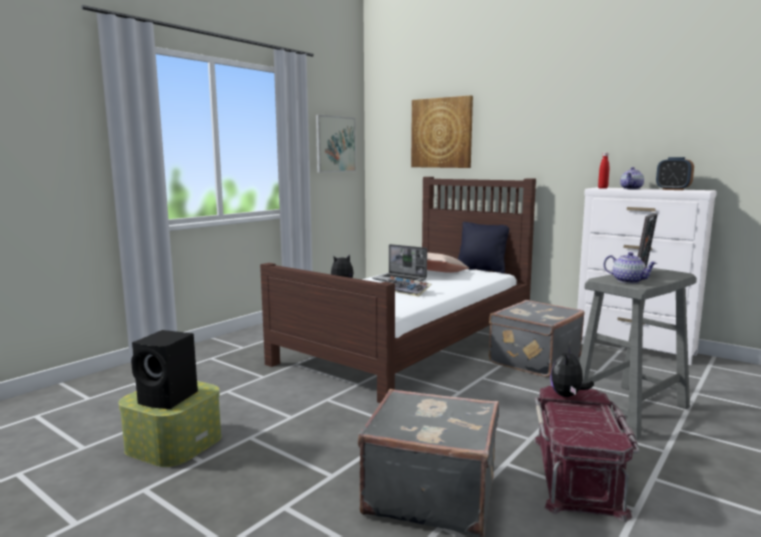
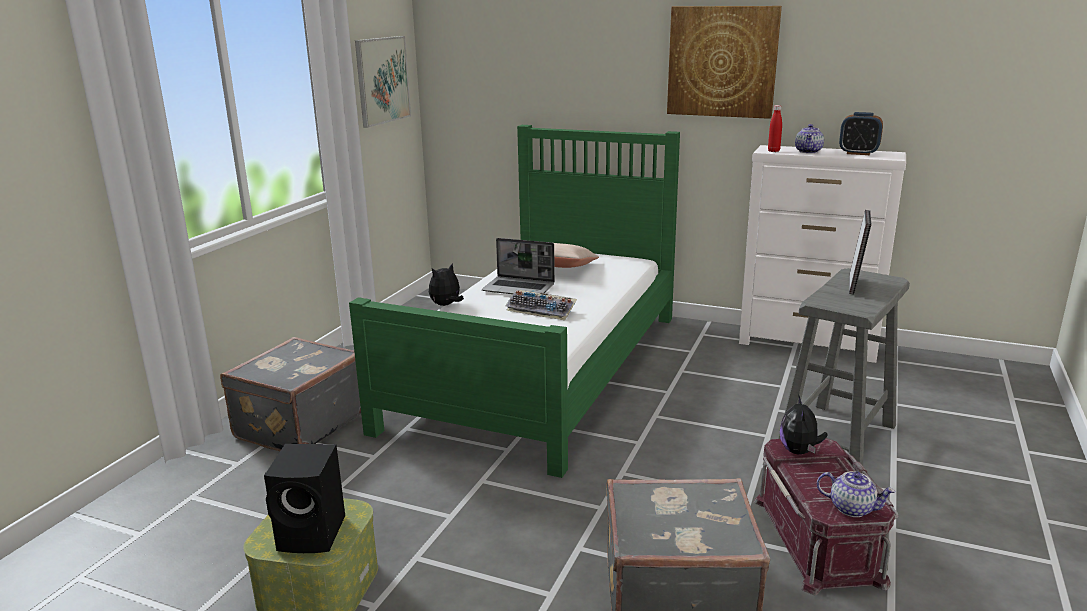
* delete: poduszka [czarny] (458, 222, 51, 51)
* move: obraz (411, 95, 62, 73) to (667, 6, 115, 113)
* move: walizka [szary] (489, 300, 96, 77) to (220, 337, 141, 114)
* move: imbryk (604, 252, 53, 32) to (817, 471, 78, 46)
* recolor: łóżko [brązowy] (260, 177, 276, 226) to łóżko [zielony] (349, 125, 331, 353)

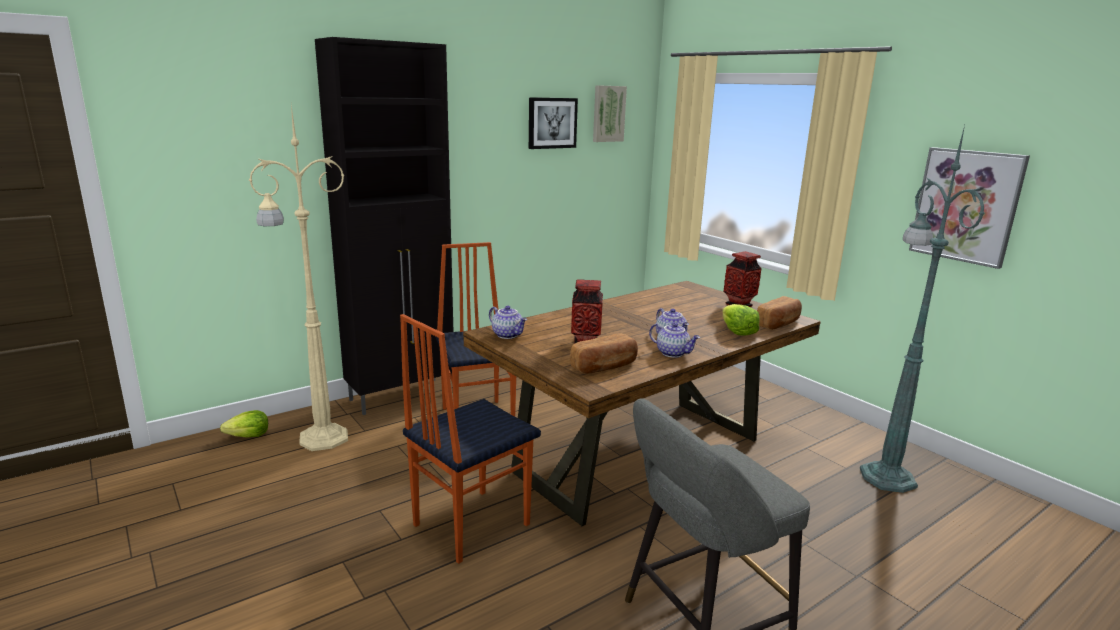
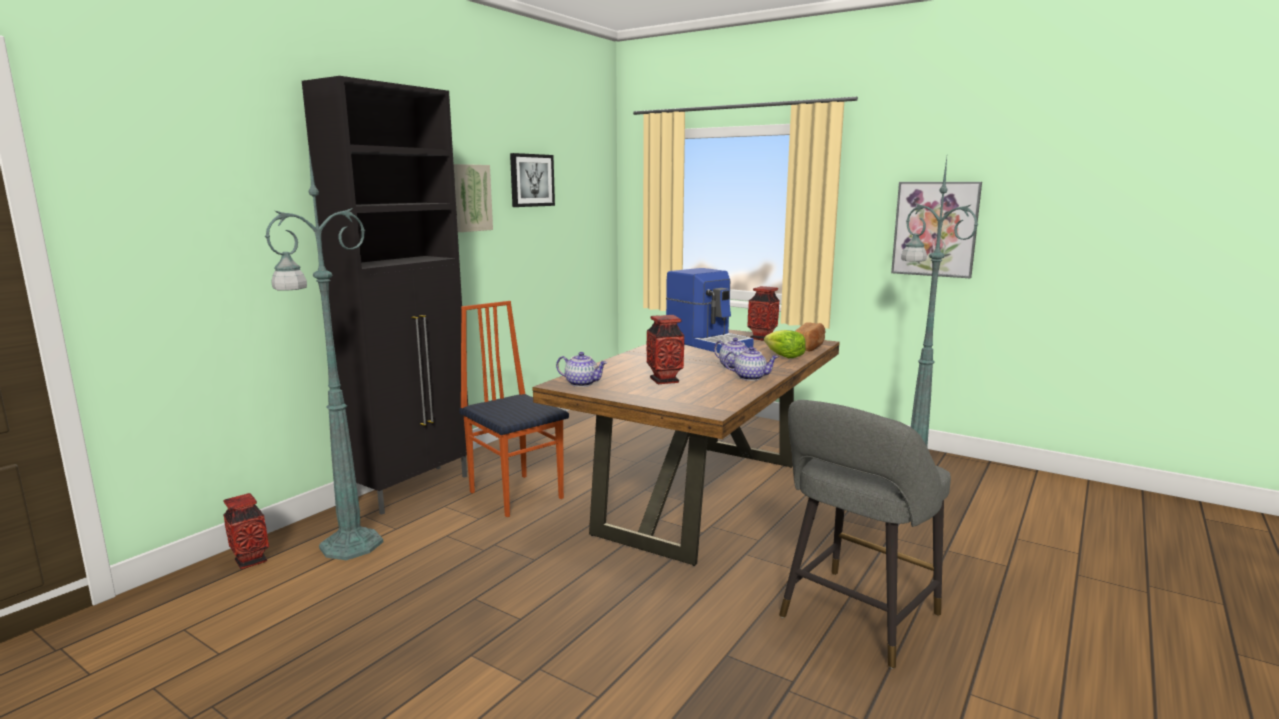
* delete: krzesło (400, 314, 141, 250)
* delete: chleb (570, 333, 68, 41)
* insert: ekspres do kawy (666, 268, 88, 85)
* move: obraz (593, 85, 34, 57) to (454, 164, 39, 68)
* replace: sałata (220, 410, 48, 28) to wazon (223, 493, 46, 76)
* recolor: lampa stojąca [beżowy] (249, 105, 99, 346) to lampa stojąca [zielony] (265, 150, 118, 410)

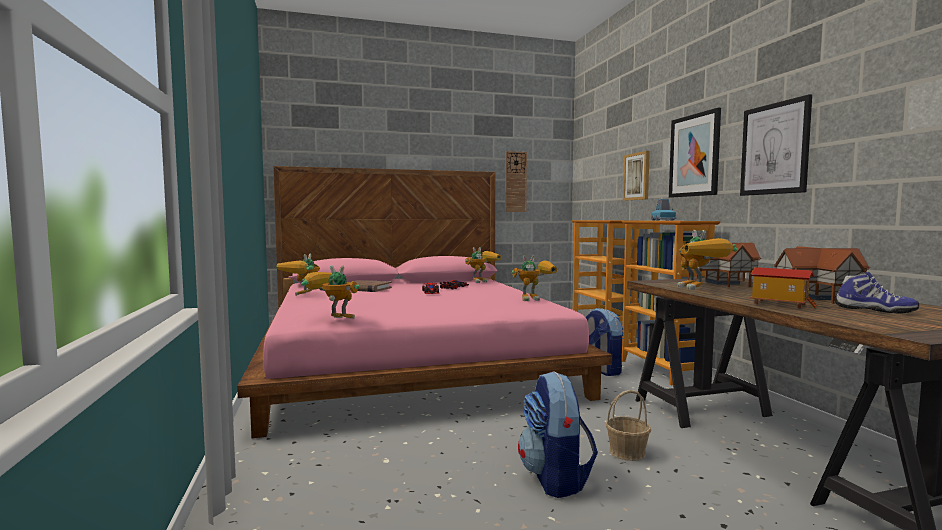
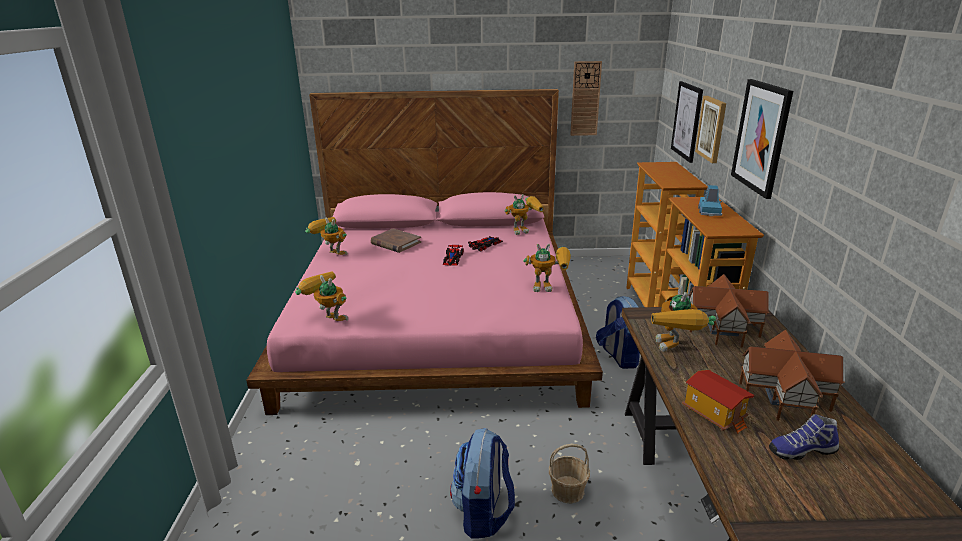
* move: obraz (740, 94, 72, 102) to (671, 81, 32, 82)
* rotate: robot zabawkowy (276, 253, 44, 43) = (305, 217, 42, 38) 90 degrees clockwise
* rotate: but (835, 272, 84, 42) = (769, 414, 70, 46) 120 degrees clockwise

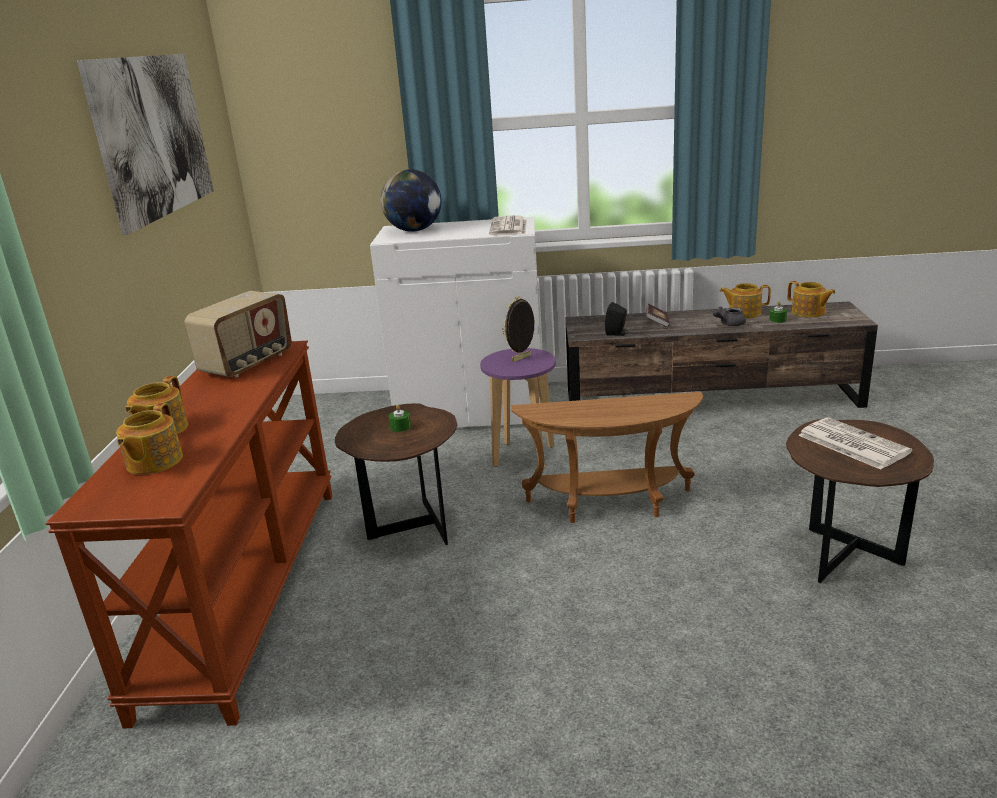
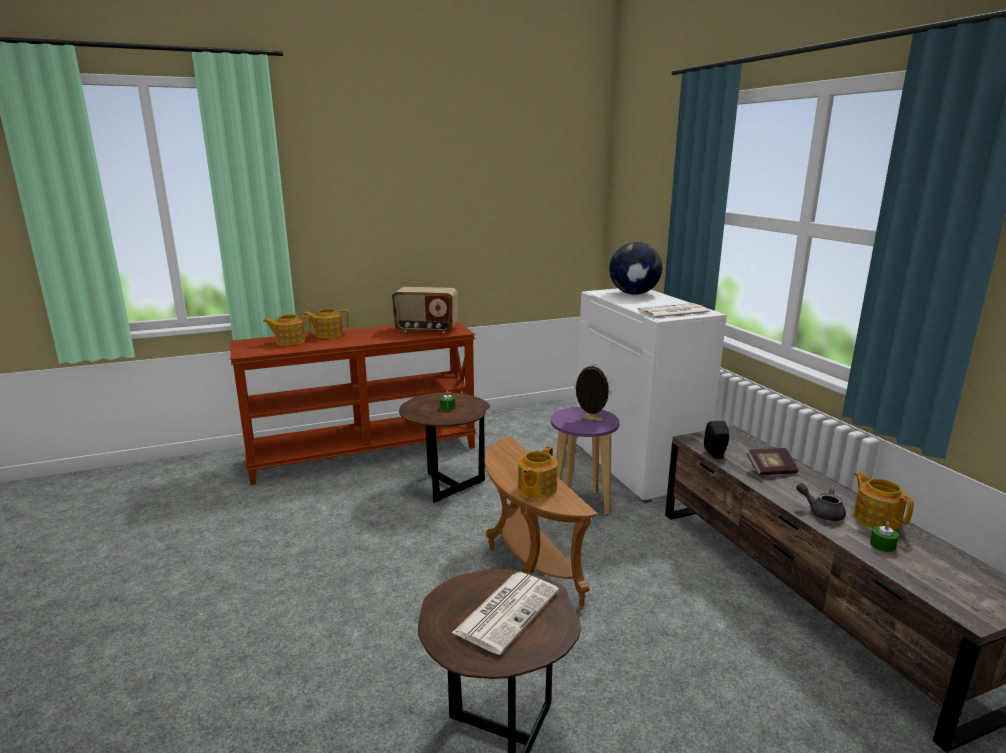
* delete: obraz (77, 54, 137, 181)
* move: imbryk (787, 281, 49, 37) to (518, 446, 40, 52)

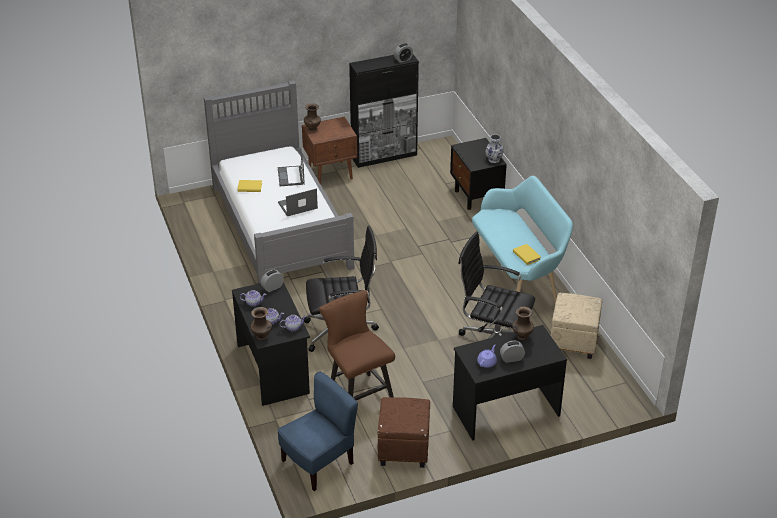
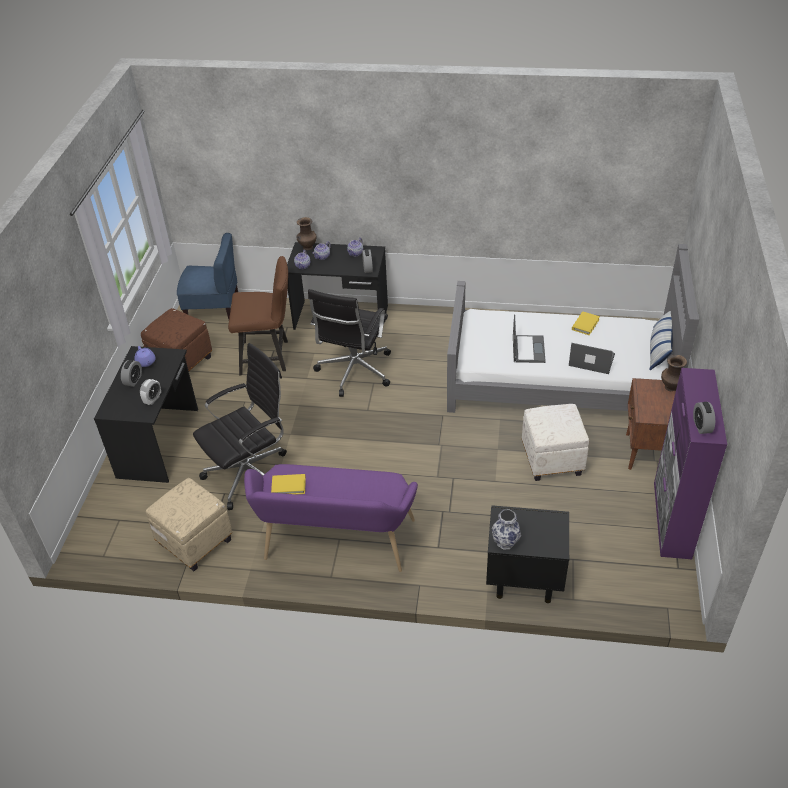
* insert: pufa [biały] (521, 404, 68, 77)
* insert: poduszka (649, 311, 24, 60)
* replace: wazon [brązowy] (512, 307, 22, 33) to budzik (140, 379, 21, 26)
* recolor: szafka [czarny] (349, 54, 70, 114) to szafka [fioletowy] (654, 368, 73, 191)
* recolor: ławka [turkusowy] (472, 176, 101, 127) to ławka [fioletowy] (244, 464, 174, 108)
* rotate: krzesło [niebieski] (278, 372, 80, 119) = (177, 233, 61, 86) 75 degrees counterclockwise

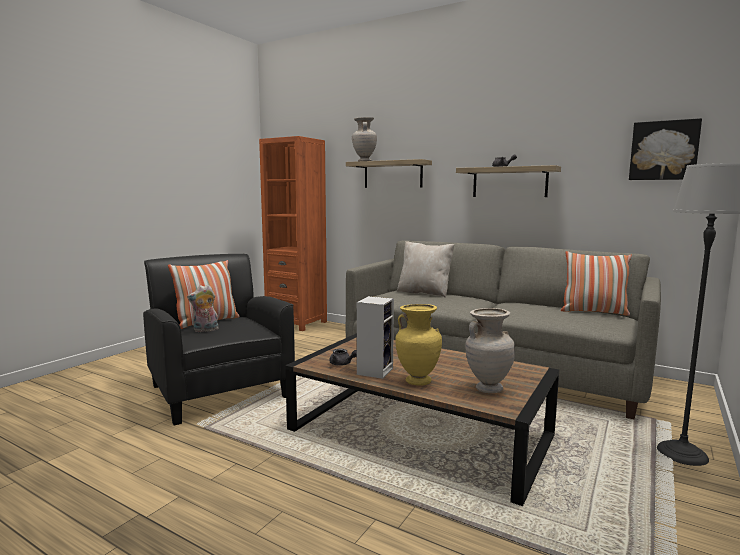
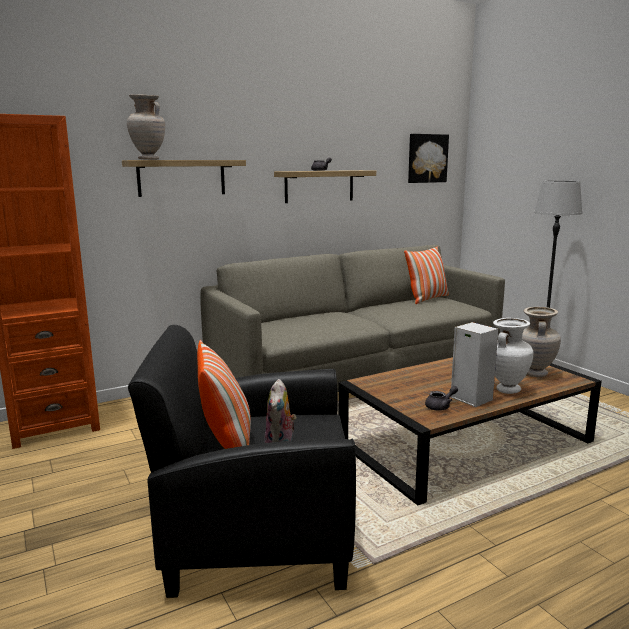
* delete: poduszka [beżowy] (397, 241, 58, 57)
* recolor: wazon [żółty] (396, 304, 46, 82) to wazon [biały] (493, 318, 40, 76)

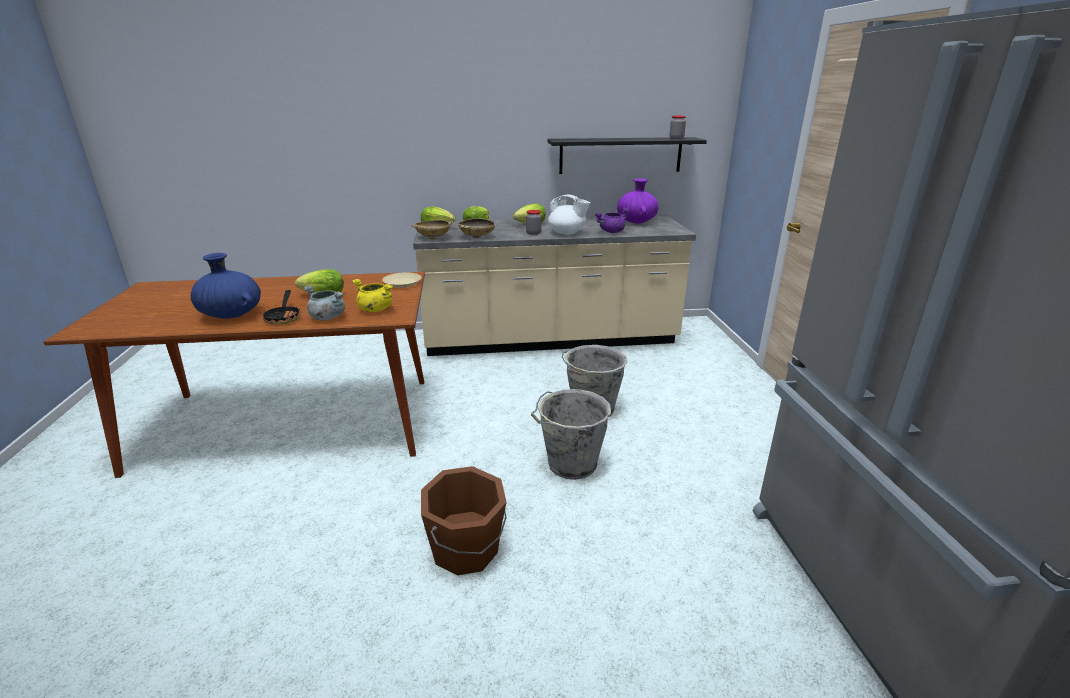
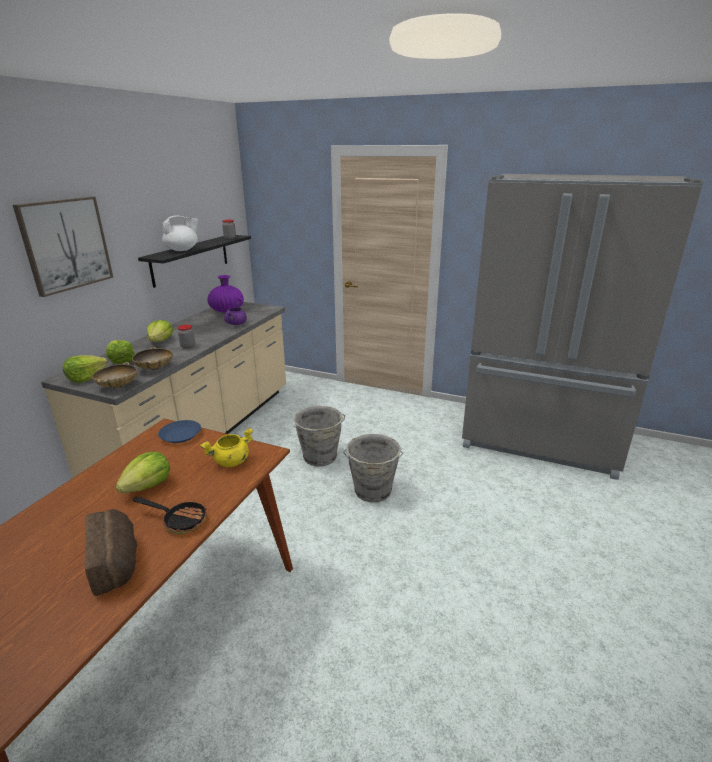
* delete: garnek [szary] (304, 286, 41, 34)
* delete: wiadro [brązowy] (421, 466, 86, 110)
* insert: obraz (13, 197, 100, 100)
* move: imbryk [biały] (548, 195, 42, 40) to (162, 216, 36, 35)
* replace: wazon [niebieski] (191, 253, 70, 66) to chleb (85, 509, 52, 87)
* recolor: talerz [beżowy] (382, 272, 40, 16) to talerz [niebieski] (158, 420, 43, 23)

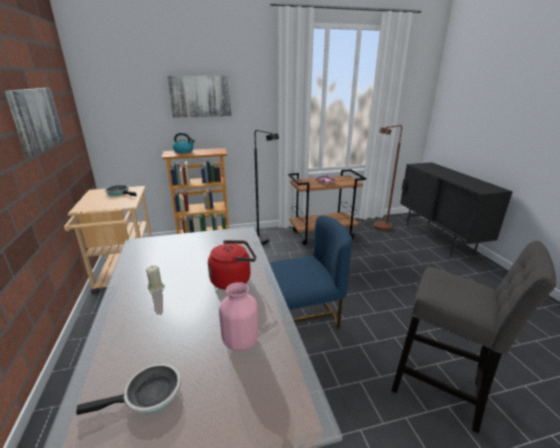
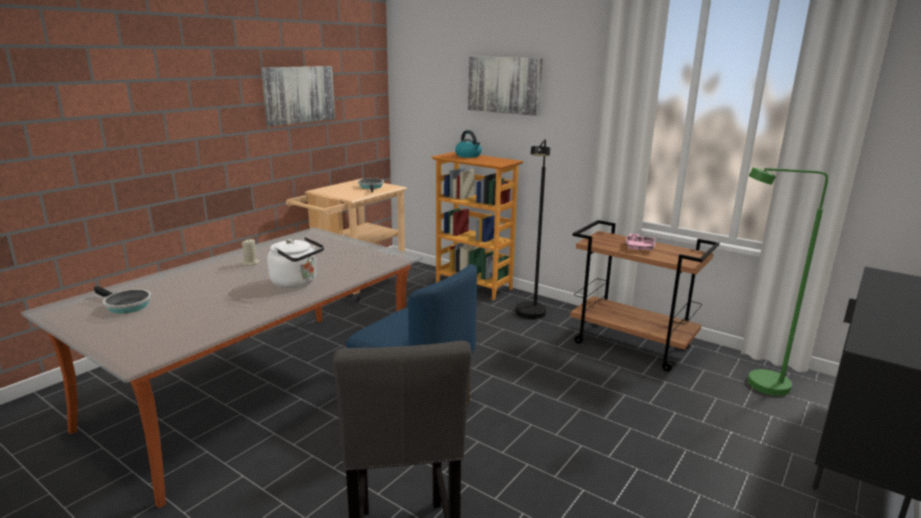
* delete: wazon [różowy] (219, 282, 40, 69)
* recolor: czajnik [czerwony] (208, 240, 48, 50) to czajnik [biały] (267, 237, 57, 51)
* recolor: lampa stojąca [brązowy] (373, 125, 29, 106) to lampa stojąca [zielony] (748, 167, 80, 229)

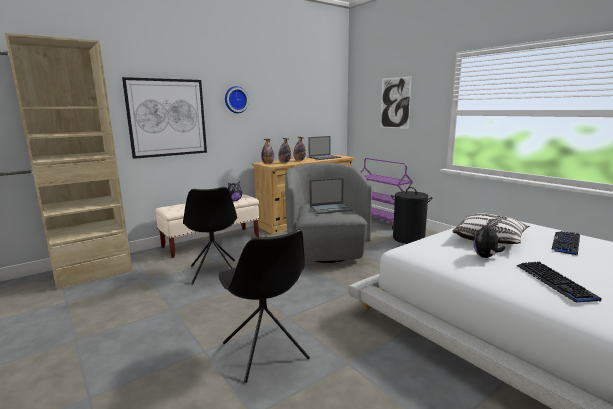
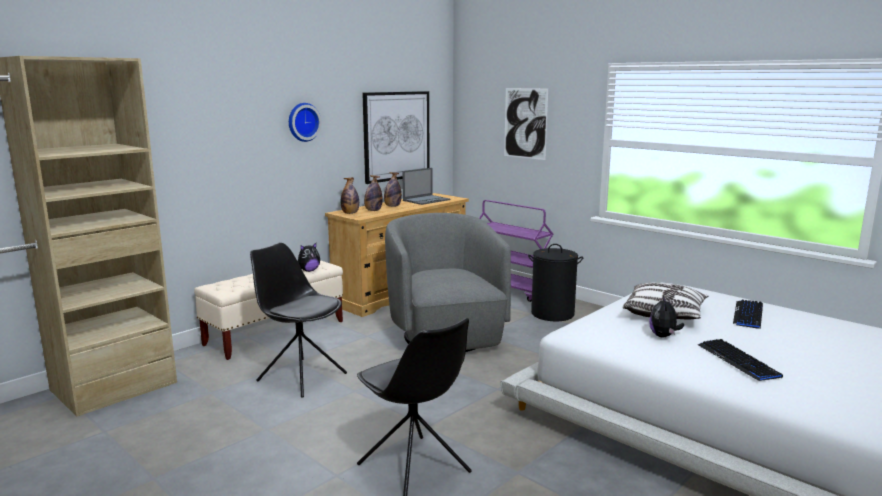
* delete: laptop (309, 178, 44, 36)
* move: obraz (122, 77, 85, 82) to (362, 91, 68, 93)
* rotate: krzesło [czarny] (183, 187, 54, 98) = (250, 243, 97, 155) 150 degrees clockwise

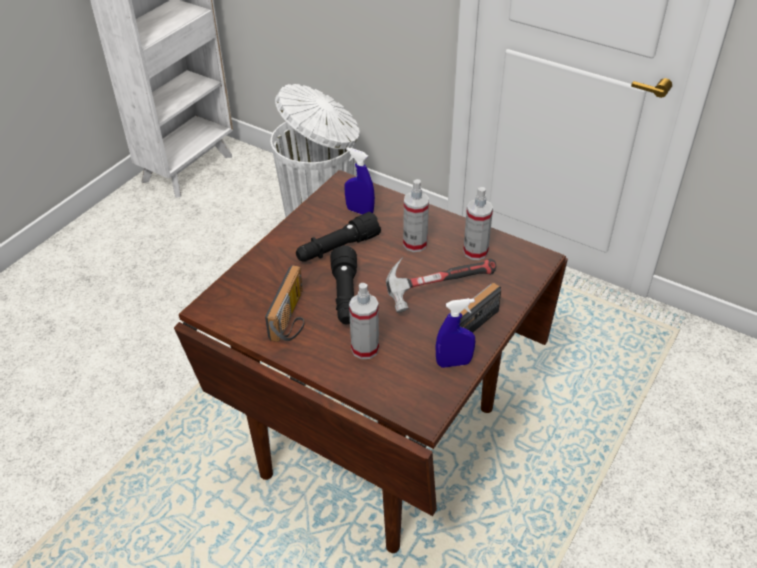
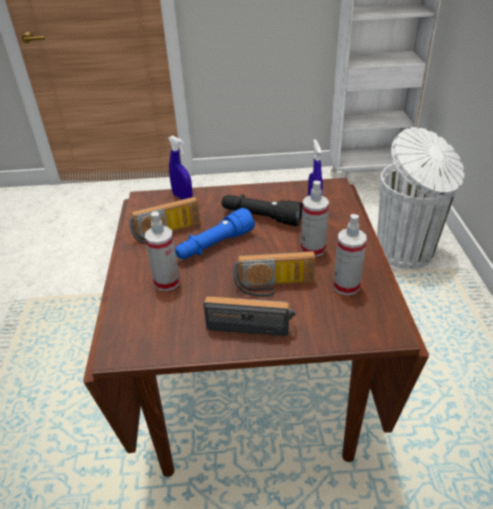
* move: spryskiwacz [niebieski] (435, 298, 40, 70) to (168, 136, 25, 63)
* replace: młotek (386, 257, 110, 56) to radio (233, 251, 83, 46)
* recolor: latarka [czarny] (330, 245, 27, 79) to latarka [niebieski] (175, 208, 80, 51)

